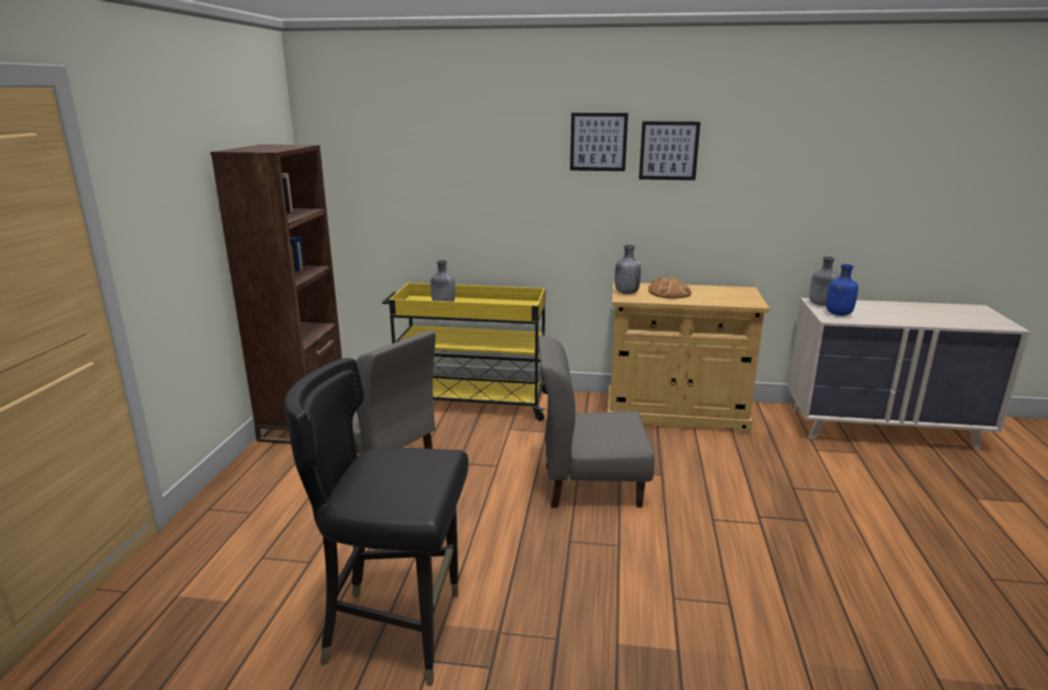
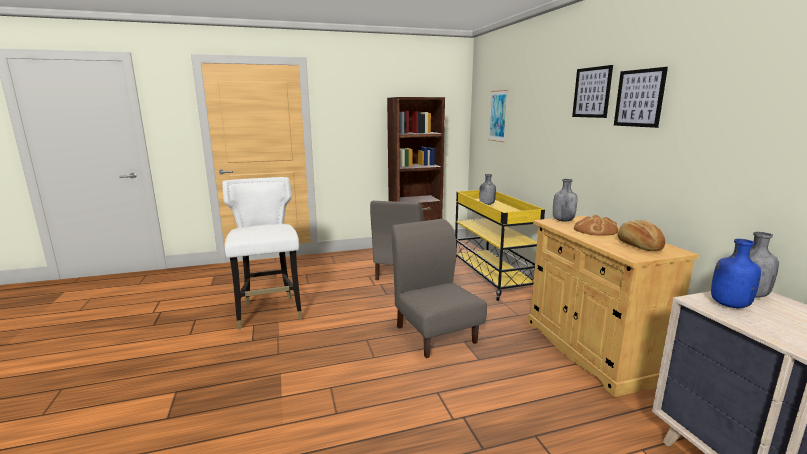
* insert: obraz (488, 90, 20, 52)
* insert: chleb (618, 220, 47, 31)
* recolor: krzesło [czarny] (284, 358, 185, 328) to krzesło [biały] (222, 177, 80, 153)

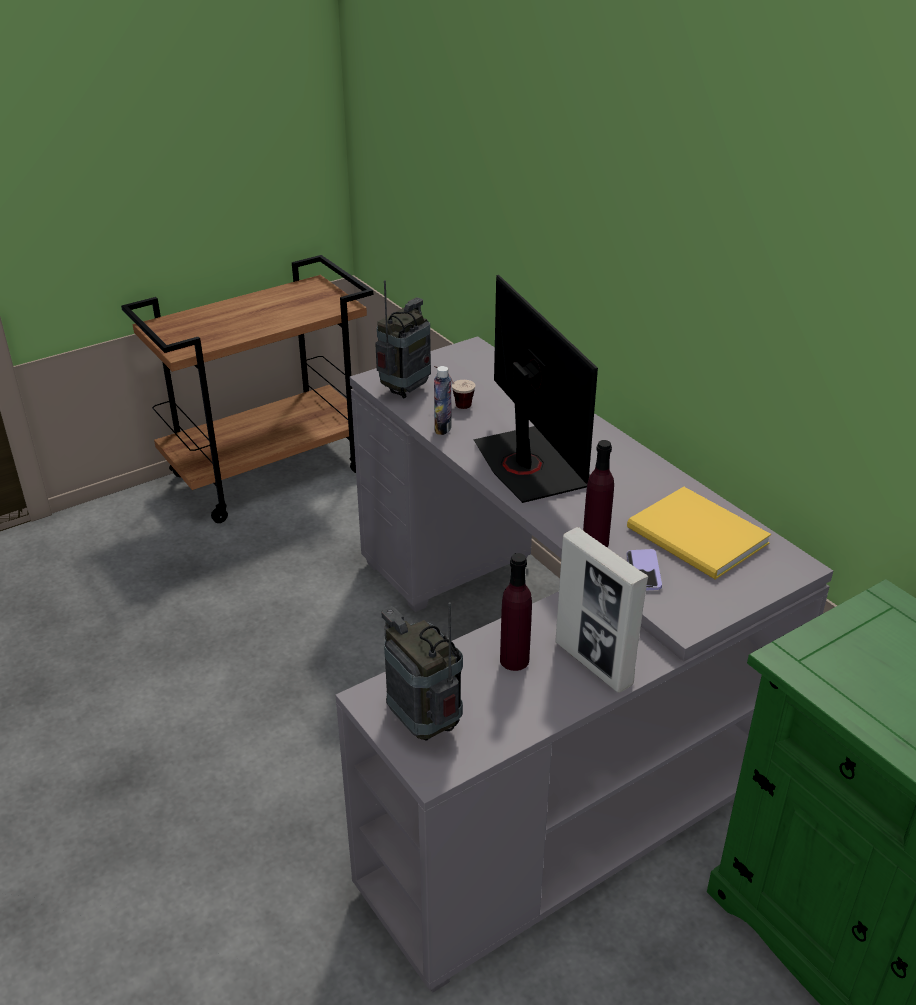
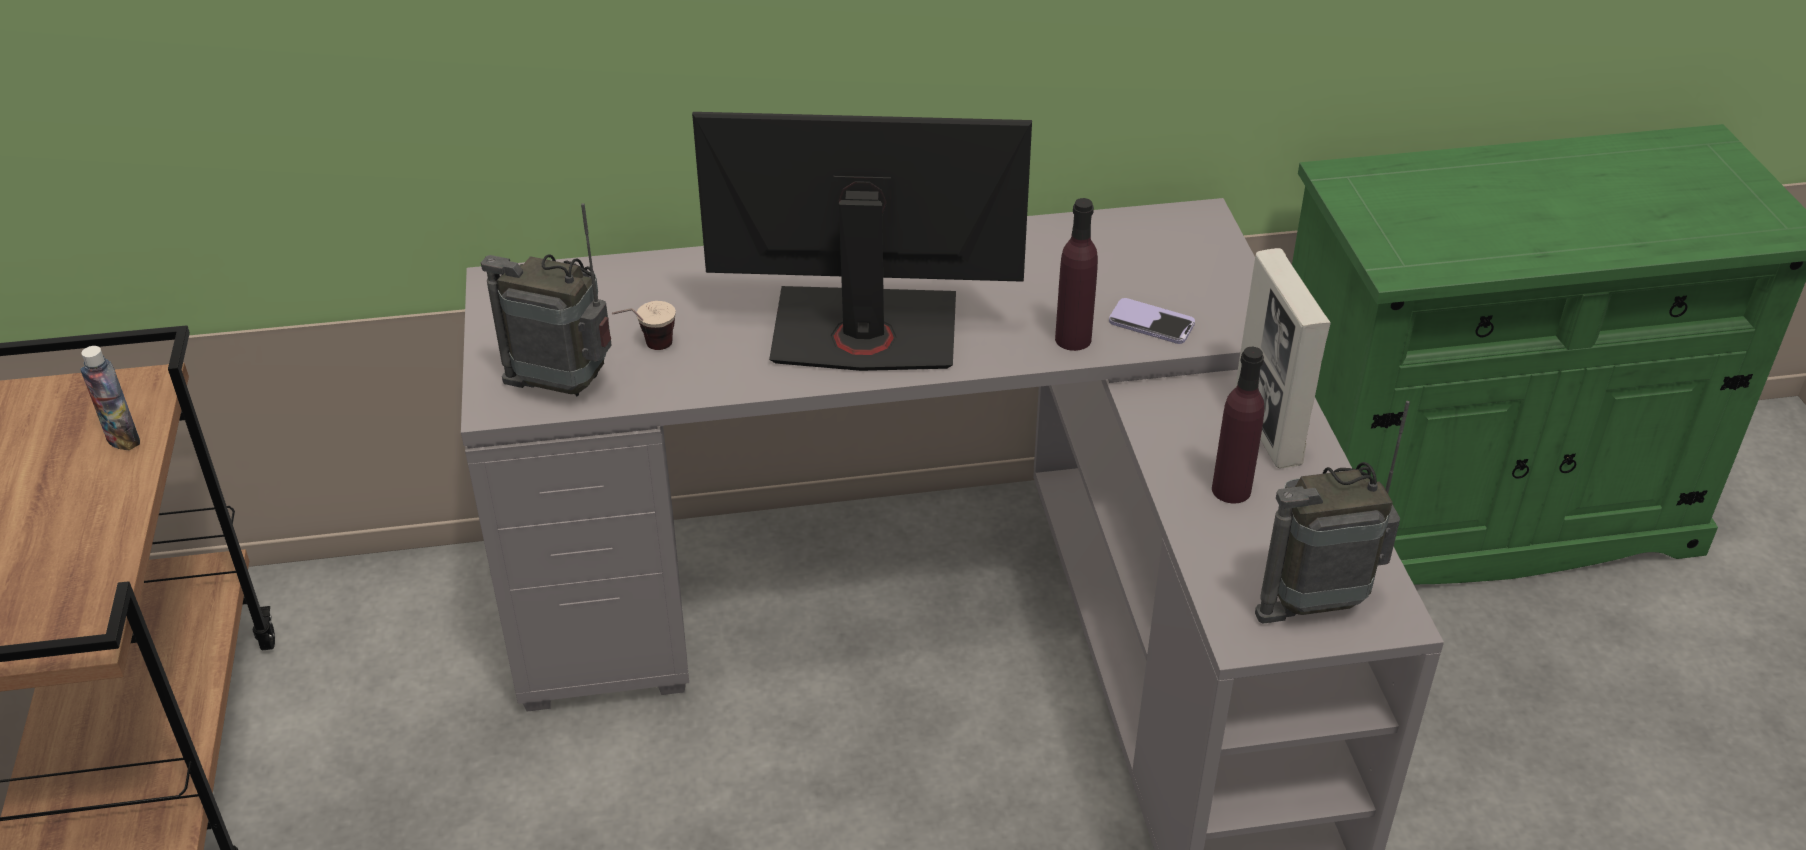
* delete: książka [żółty] (627, 487, 144, 93)
* move: butelka (434, 366, 18, 69) to (80, 346, 60, 104)
* rotate: radio (375, 280, 56, 118) = (481, 203, 131, 194) 45 degrees counterclockwise
* rotate: ramka na zdjęcie (555, 527, 93, 166) = (1235, 248, 96, 220) 90 degrees clockwise

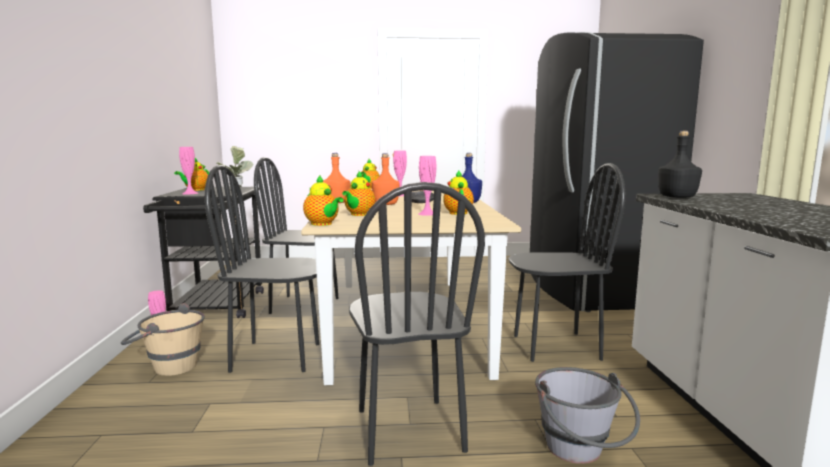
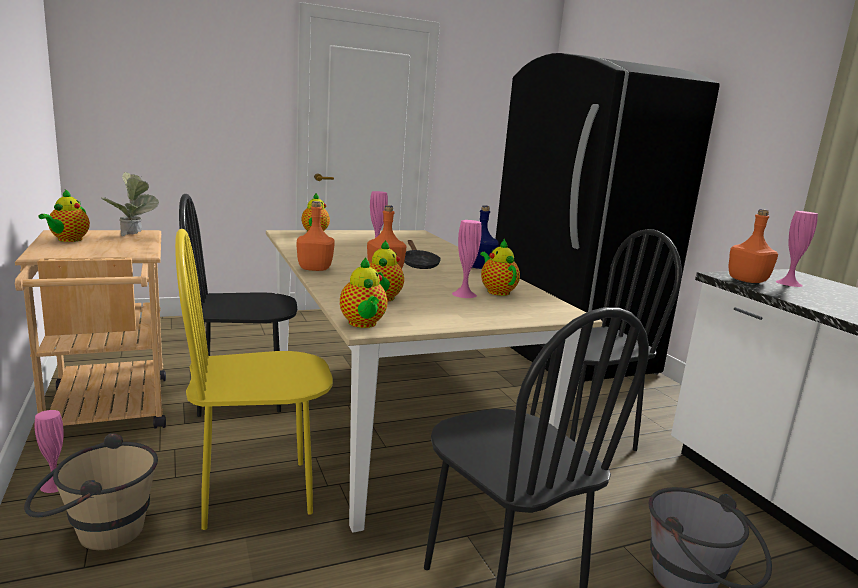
* move: wazon [różowy] (179, 147, 19, 47) to (775, 211, 43, 76)
* recolor: wózek [czarny] (143, 187, 121, 131) to wózek [beżowy] (15, 230, 151, 199)
* recolor: krzesło [czarny] (205, 165, 114, 208) to krzesło [żółty] (175, 229, 158, 301)
* recolor: butelka [czarny] (658, 131, 44, 67) to butelka [pomarańczowy] (729, 209, 49, 74)
* rotate: imbryk (303, 176, 41, 50) = (340, 257, 48, 71) 45 degrees clockwise

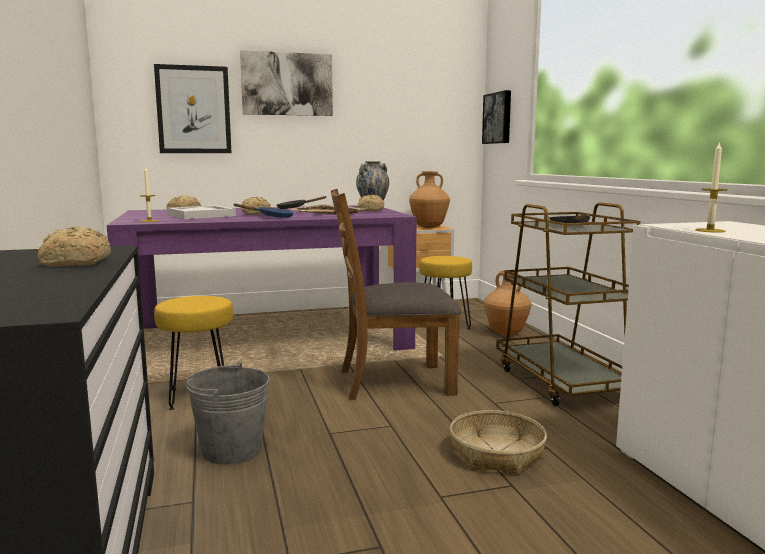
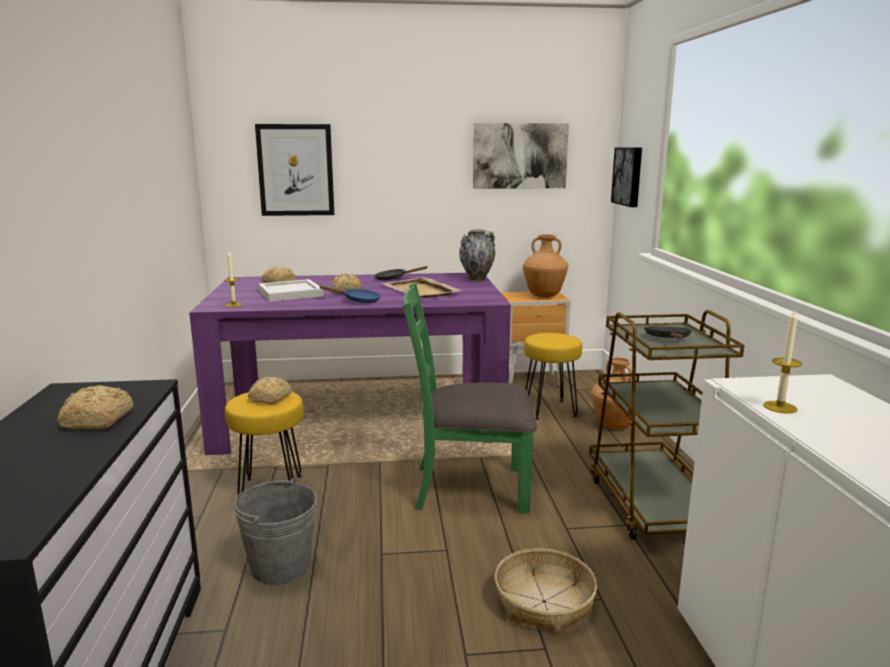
* move: obraz (240, 50, 93, 66) to (473, 123, 96, 66)
* move: chleb (357, 195, 27, 17) to (248, 377, 44, 27)
* recolor: krzesło [brązowy] (331, 189, 131, 211) to krzesło [zielony] (403, 283, 134, 230)

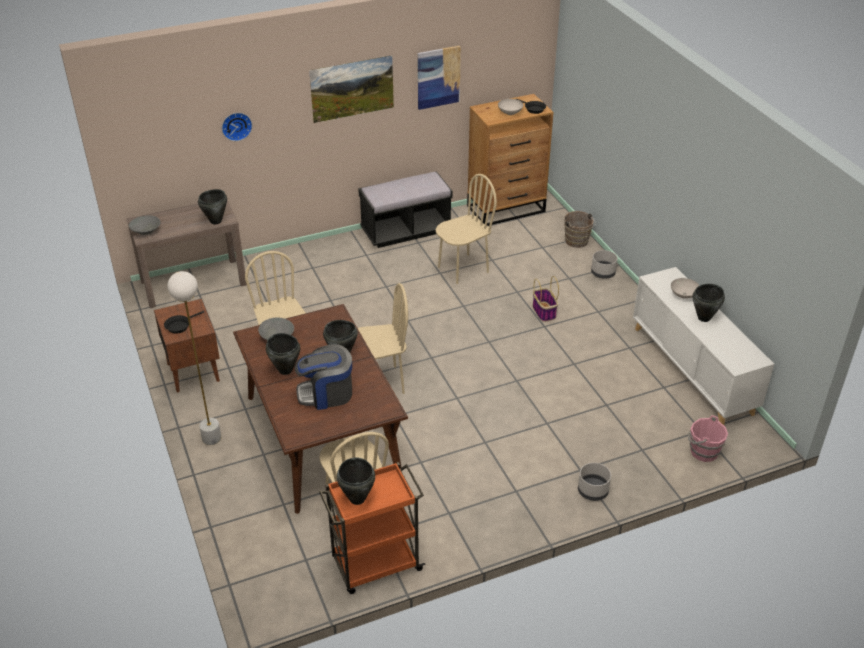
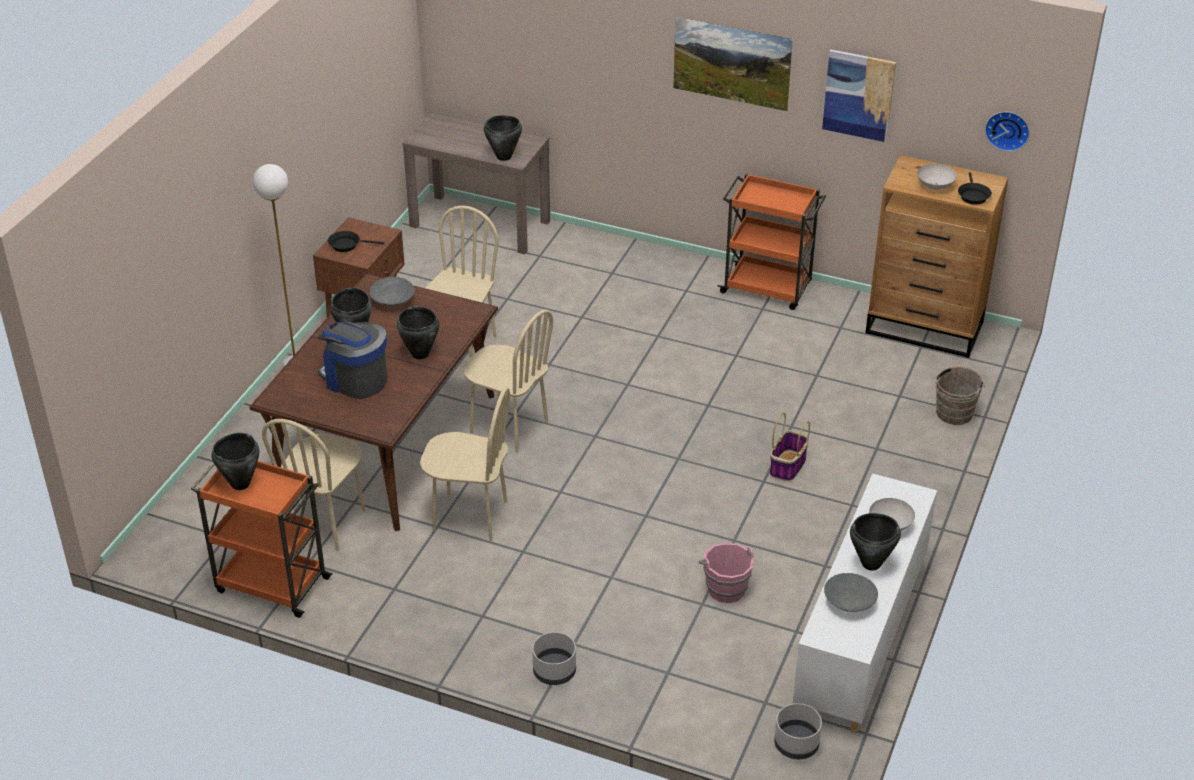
* move: miska [szary] (129, 215, 32, 20) to (824, 573, 54, 39)
* move: zegar ścienny (222, 113, 30, 28) to (985, 112, 45, 39)
* move: krzesło [beżowy] (436, 174, 61, 110) to (420, 387, 90, 154)
* move: donica [szary] (591, 250, 27, 29) to (774, 703, 48, 56)
* move: wiadro [różowy] (688, 415, 40, 47) to (699, 543, 55, 60)
* replace: ławka [czarny] (358, 171, 94, 77) to wózek [pomarańczowy] (717, 173, 109, 137)

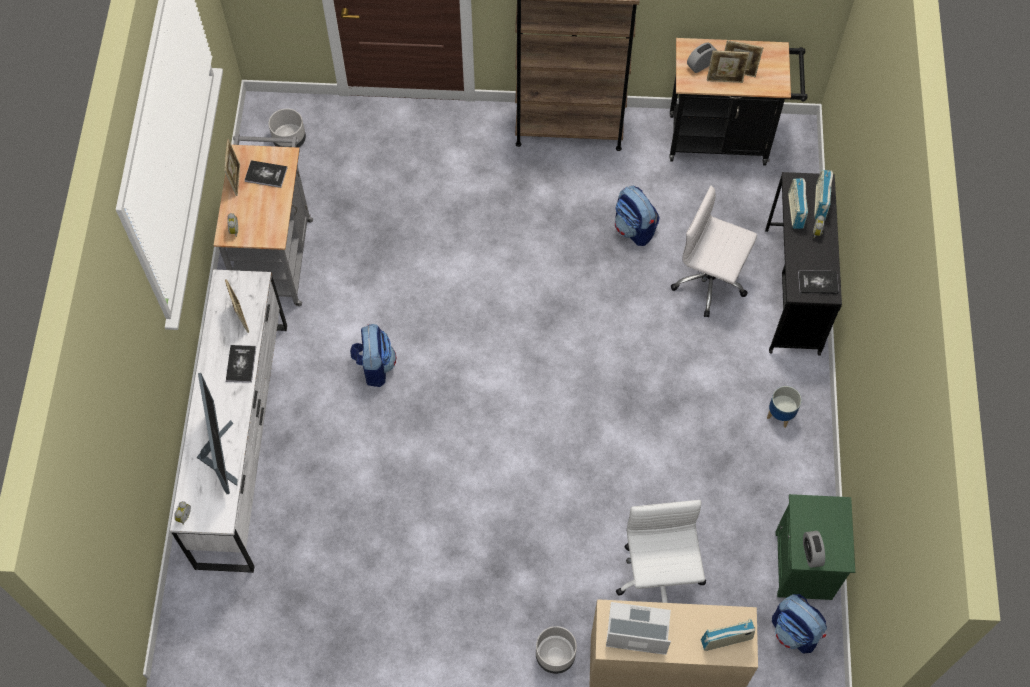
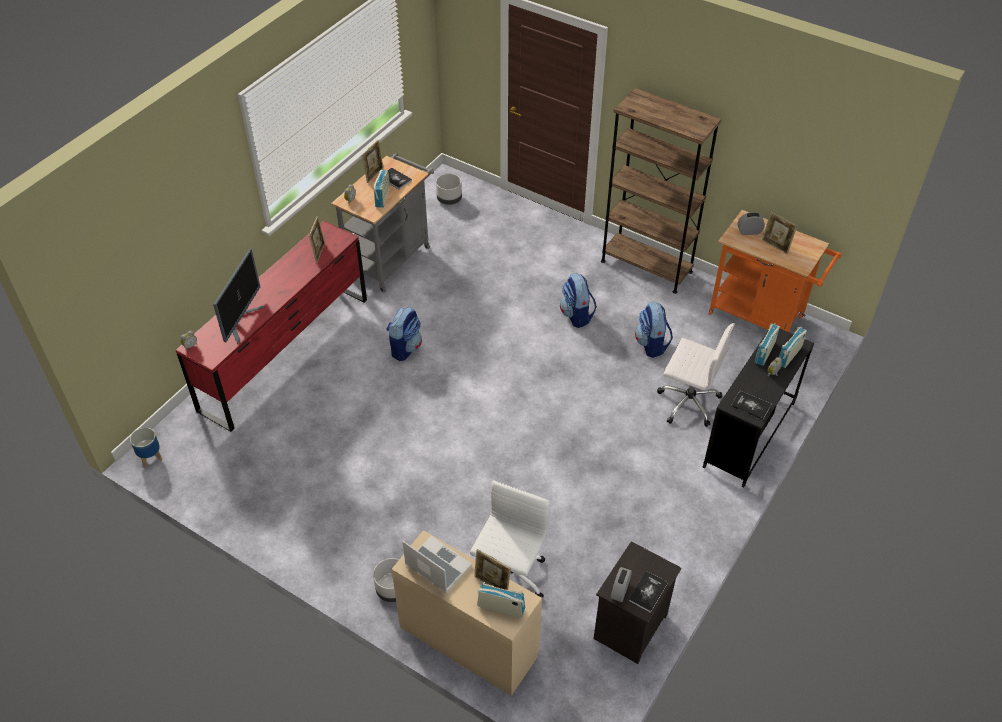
* insert: radio (374, 170, 16, 38)
* move: książka (226, 345, 30, 38) to (628, 571, 40, 42)
* move: ramka na zdjęcie (707, 50, 43, 33) to (474, 549, 37, 41)
* move: donica (767, 386, 35, 42) to (130, 428, 32, 39)
* move: plecak (772, 594, 55, 60) to (560, 273, 37, 55)
* recolor: komoda [biały] (170, 269, 117, 304) to komoda [czerwony] (176, 221, 191, 211)
* recolor: wózek [czarny] (670, 38, 137, 127) to wózek [pomarańczowy] (709, 210, 132, 122)
* recolor: szafka nocna [zielony] (775, 494, 80, 106) to szafka nocna [czarny] (594, 541, 87, 123)
* rotate: krzesło biurowe [biały] (671, 186, 86, 131) = (657, 323, 78, 104) 150 degrees clockwise

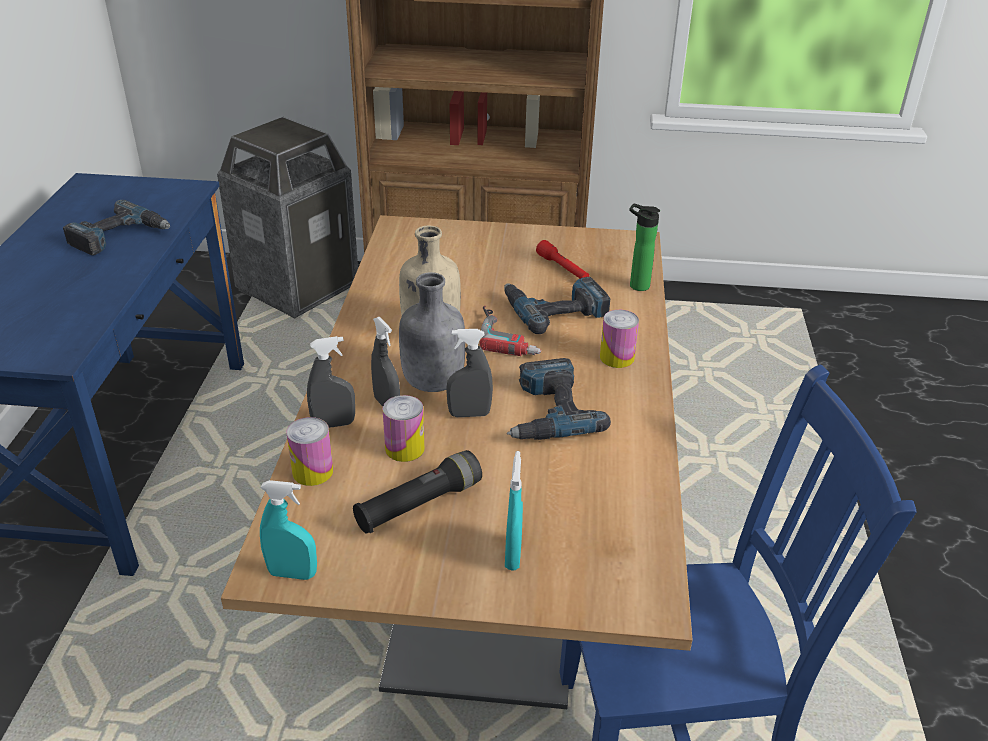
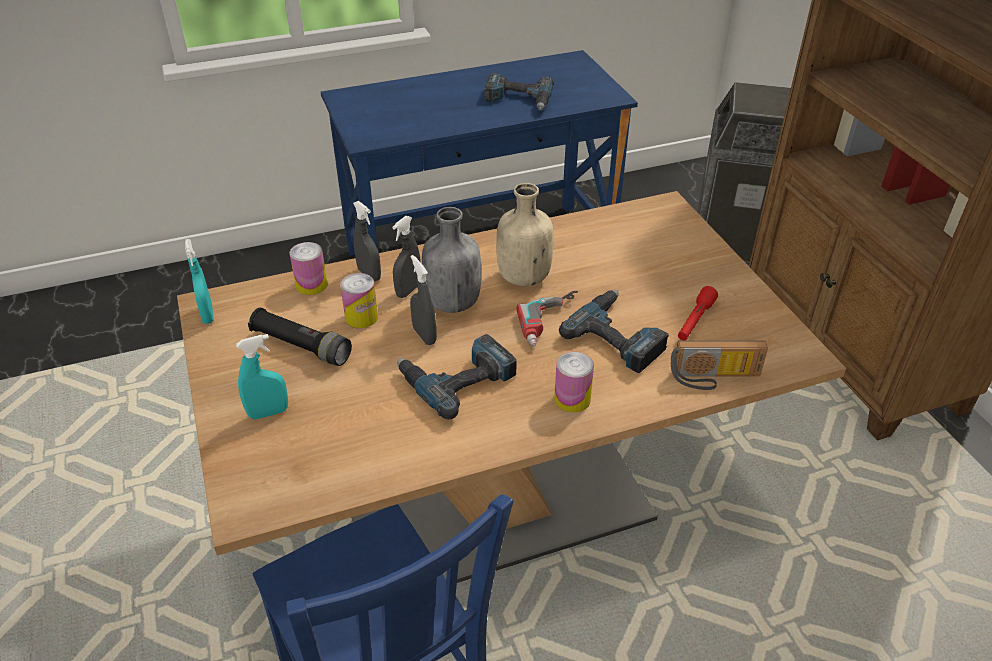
* replace: butelka (629, 204, 31, 87) to radio (671, 341, 97, 49)

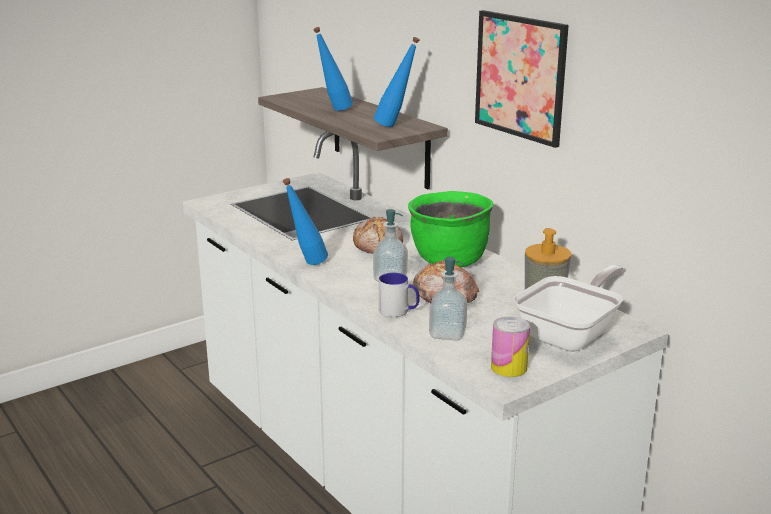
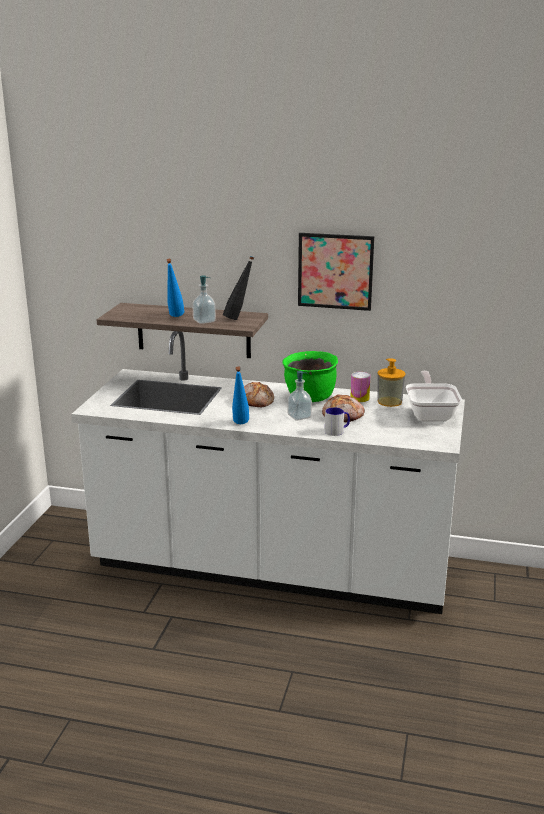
* move: dozownik mydła (429, 257, 38, 84) to (192, 276, 24, 48)
* move: puszka (491, 317, 39, 60) to (351, 372, 19, 30)
* recolor: butelka [niebieski] (374, 37, 46, 90) to butelka [czarny] (223, 256, 31, 64)

